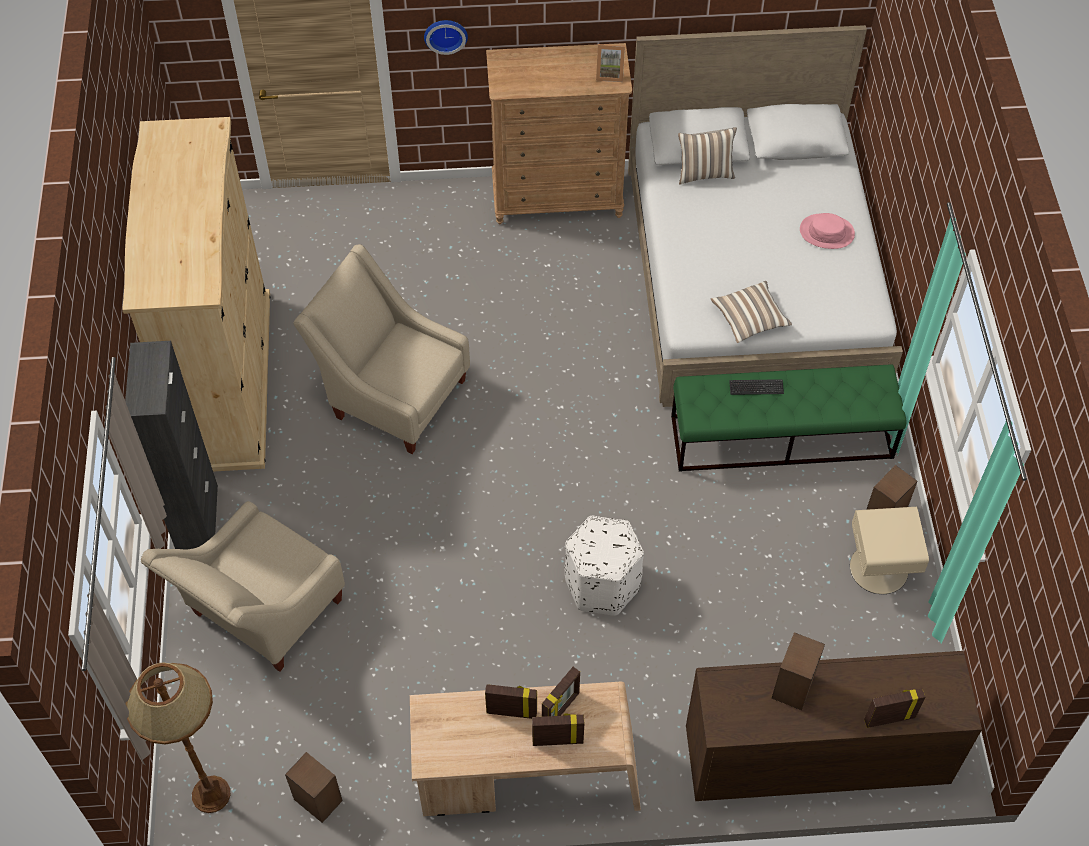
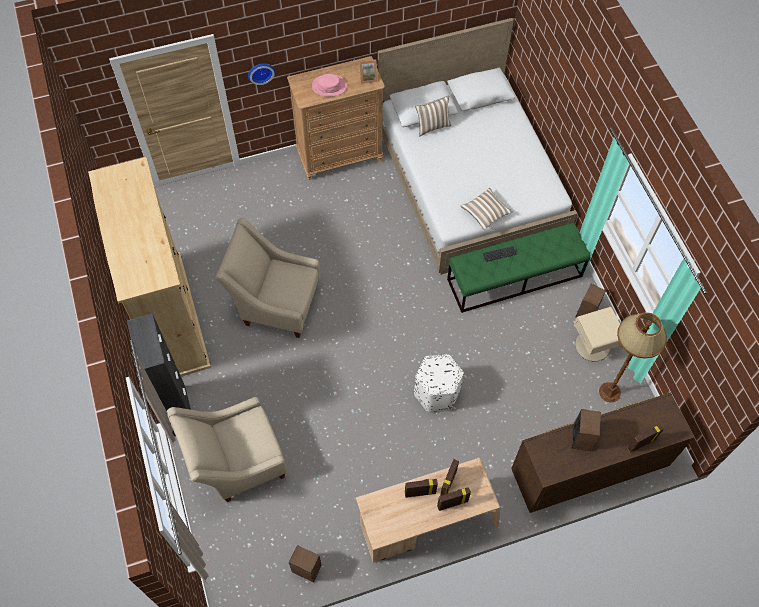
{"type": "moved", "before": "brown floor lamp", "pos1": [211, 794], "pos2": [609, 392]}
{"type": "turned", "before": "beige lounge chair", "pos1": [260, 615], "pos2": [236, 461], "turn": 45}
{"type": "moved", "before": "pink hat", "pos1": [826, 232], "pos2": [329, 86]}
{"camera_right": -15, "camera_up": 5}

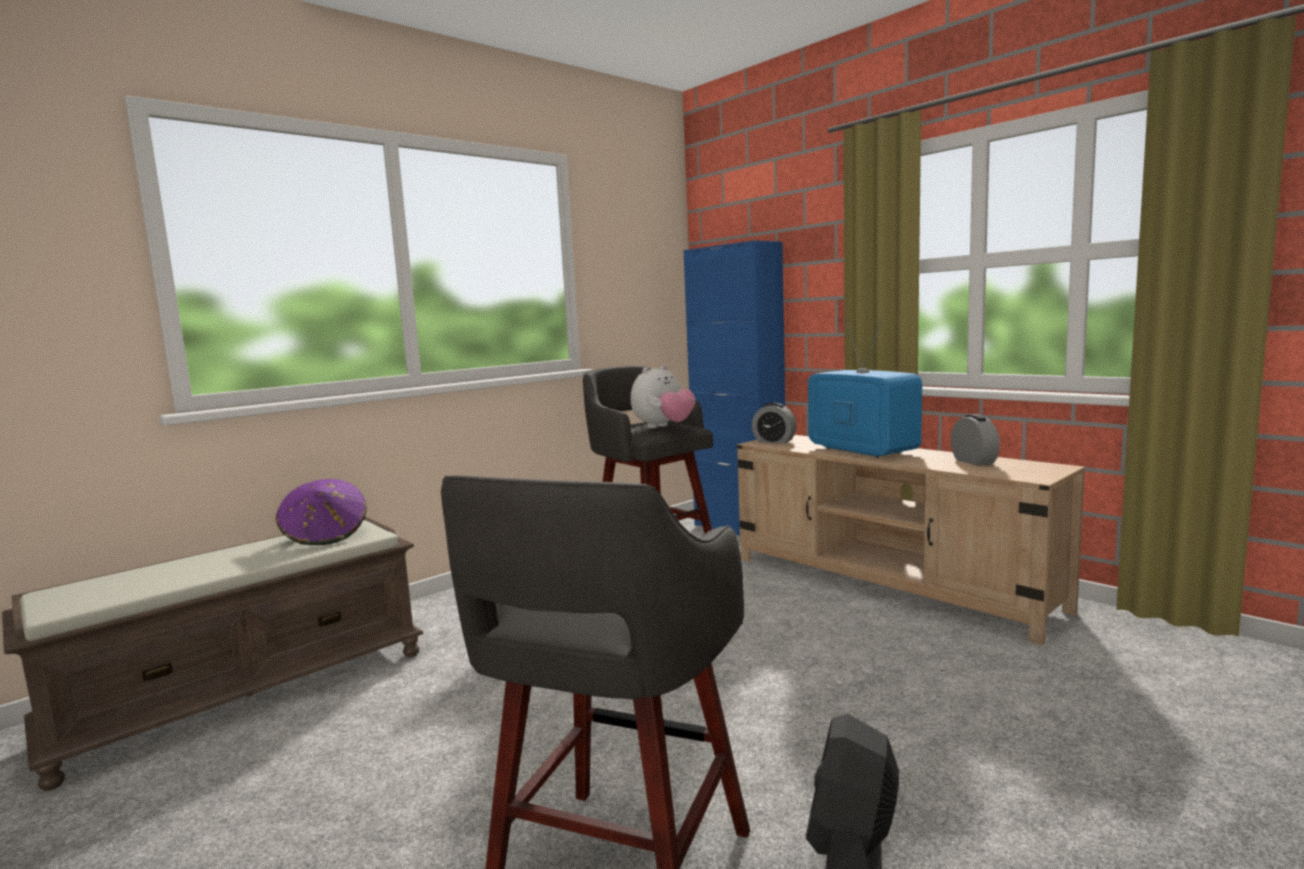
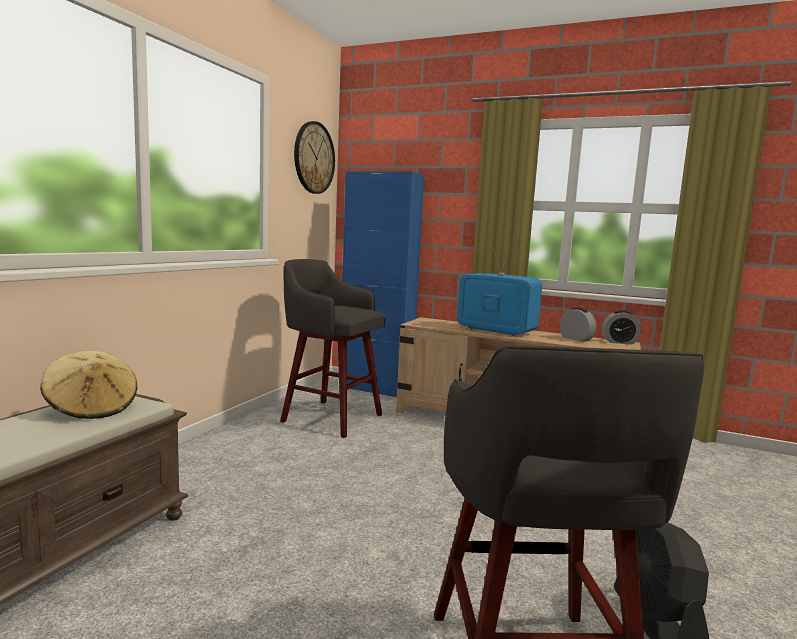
{"type": "recoloured", "before": "purplish hat", "after": "beige hat", "pos1": [326, 536], "pos2": [92, 408]}
{"type": "removed", "before": "soft toy", "pos1": [663, 427]}
{"type": "moved", "before": "alarm clock", "pos1": [774, 441], "pos2": [619, 342]}
{"type": "added", "after": "clock on the wall", "pos2": [314, 158]}
{"camera_right": -25, "camera_up": 0}

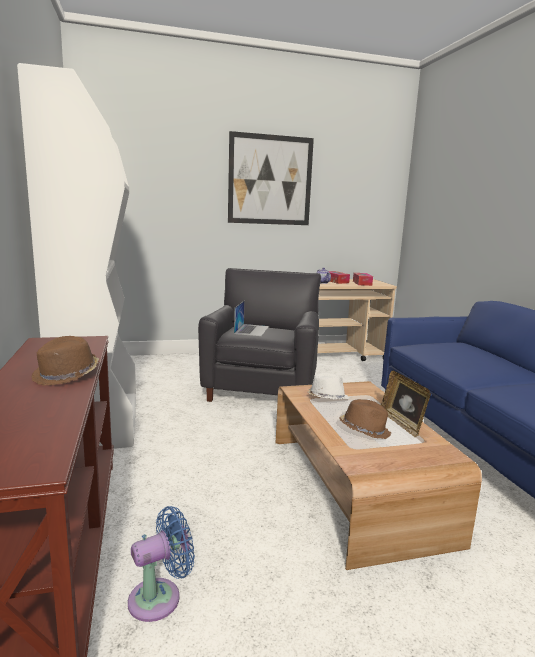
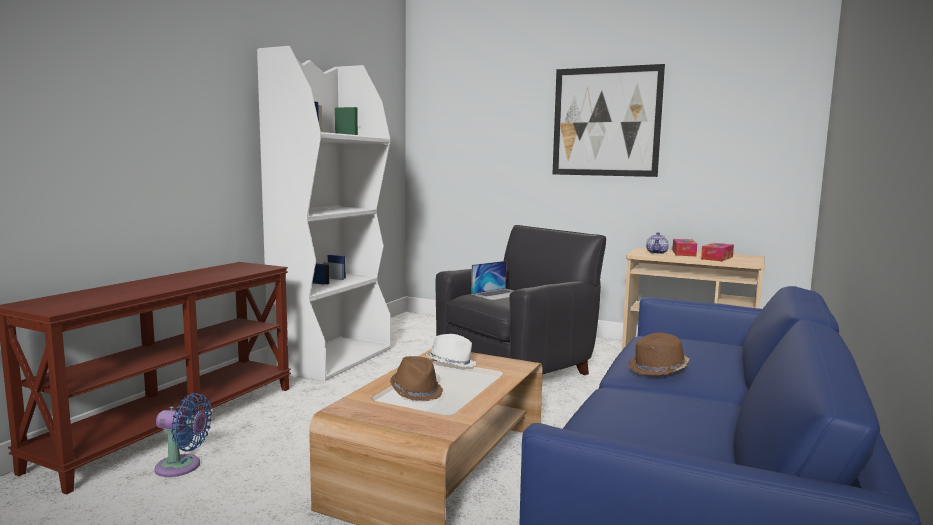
{"type": "moved", "before": "brown hat", "pos1": [67, 375], "pos2": [658, 369]}
{"type": "removed", "before": "picture frame", "pos1": [402, 423]}
{"camera_right": 40, "camera_up": -5}

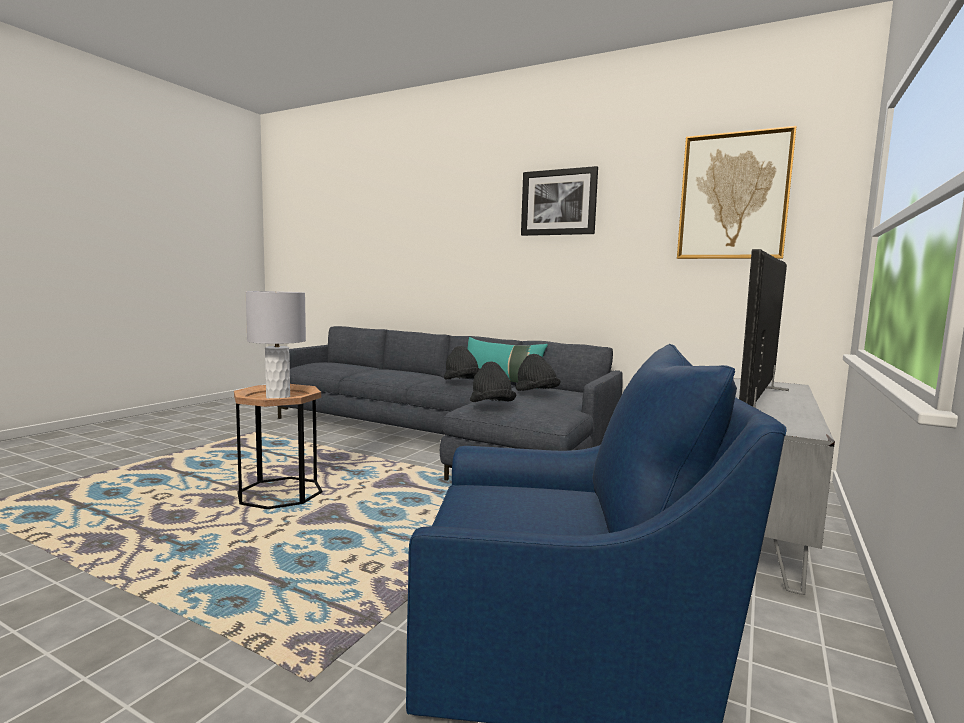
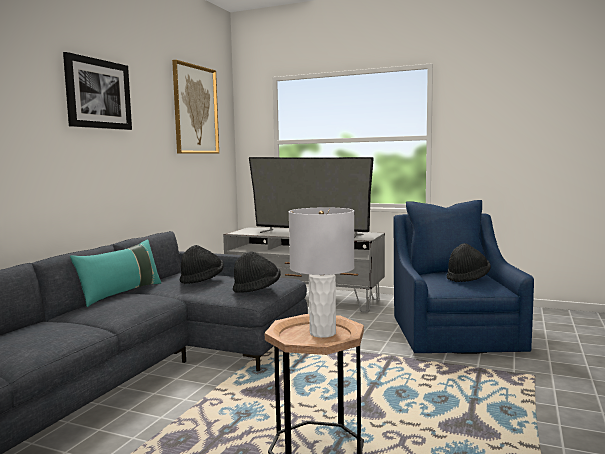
{"type": "moved", "before": "black hat", "pos1": [461, 382], "pos2": [467, 278]}
{"camera_right": -95, "camera_up": 0}

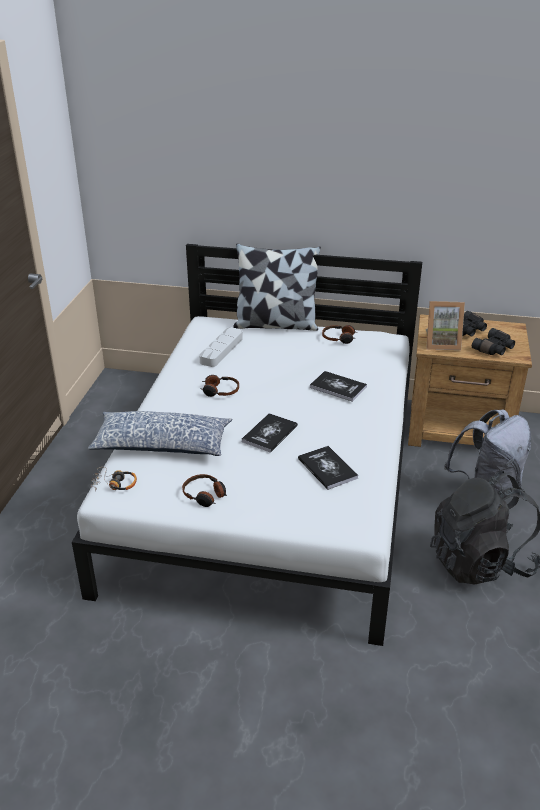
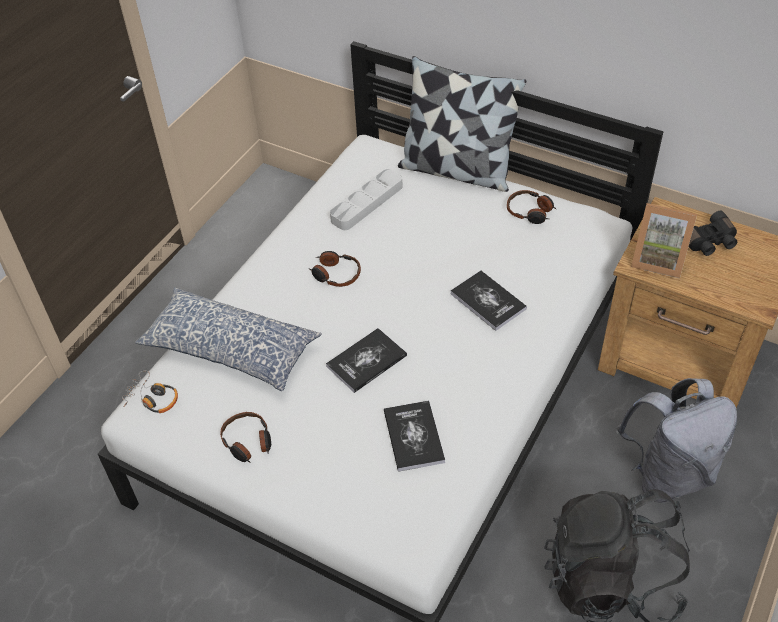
{"type": "removed", "before": "black binoculars", "pos1": [494, 349]}
{"camera_right": 20, "camera_up": 15}

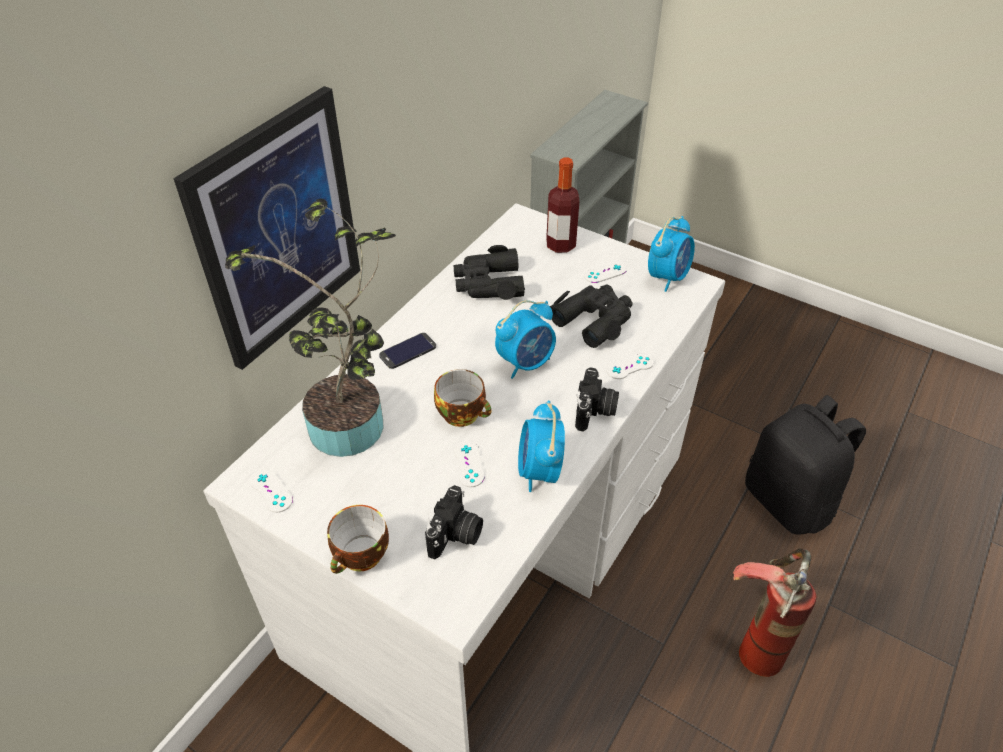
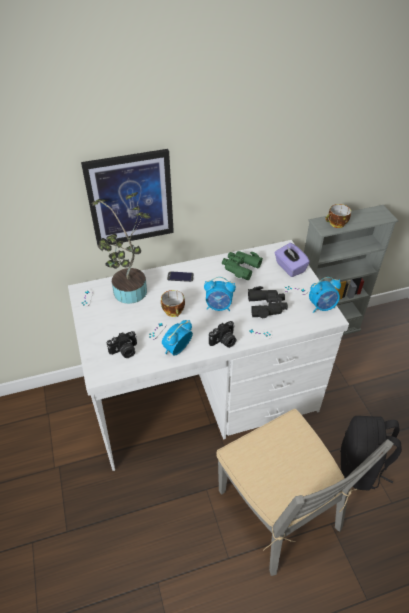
{"type": "moved", "before": "drinking cup", "pos1": [361, 557], "pos2": [336, 224]}
{"type": "recoloured", "before": "black binoculars", "after": "greenish binoculars", "pos1": [488, 283], "pos2": [240, 267]}
{"type": "replaced", "before": "bottle", "after": "purplish box of tissues", "pos1": [560, 245], "pos2": [289, 267]}
{"type": "replaced", "before": "fire extinguisher", "after": "greyish chair", "pos1": [757, 638], "pos2": [280, 510]}
{"camera_right": 40, "camera_up": 0}

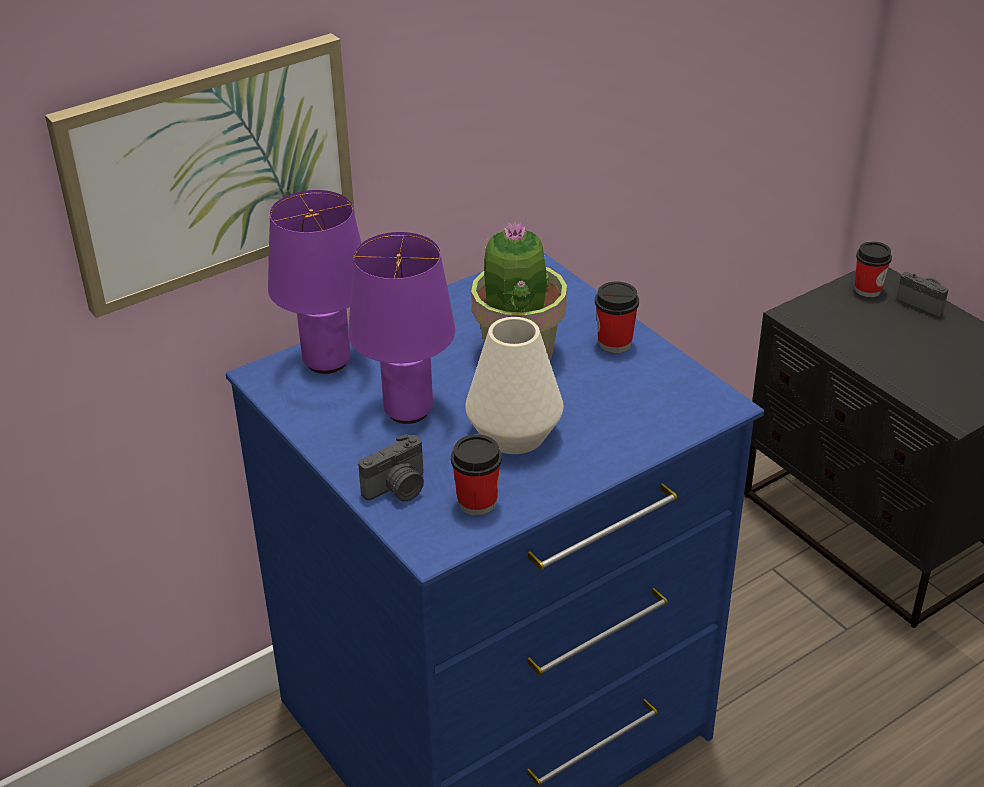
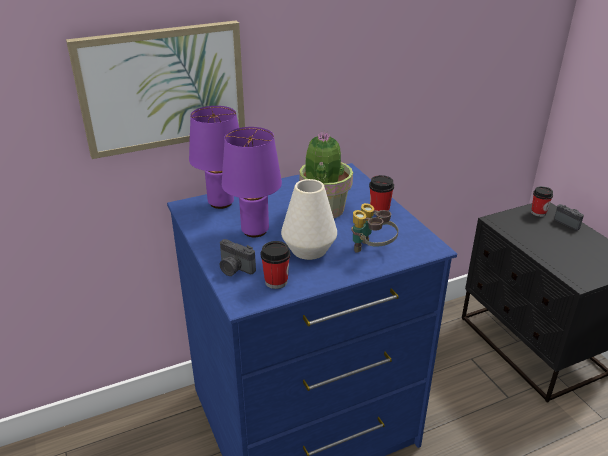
{"type": "turned", "before": "photo camera", "pos1": [398, 489], "pos2": [234, 269], "turn": 60}
{"type": "added", "after": "binoculars", "pos2": [371, 250]}
{"camera_right": 10, "camera_up": -5}

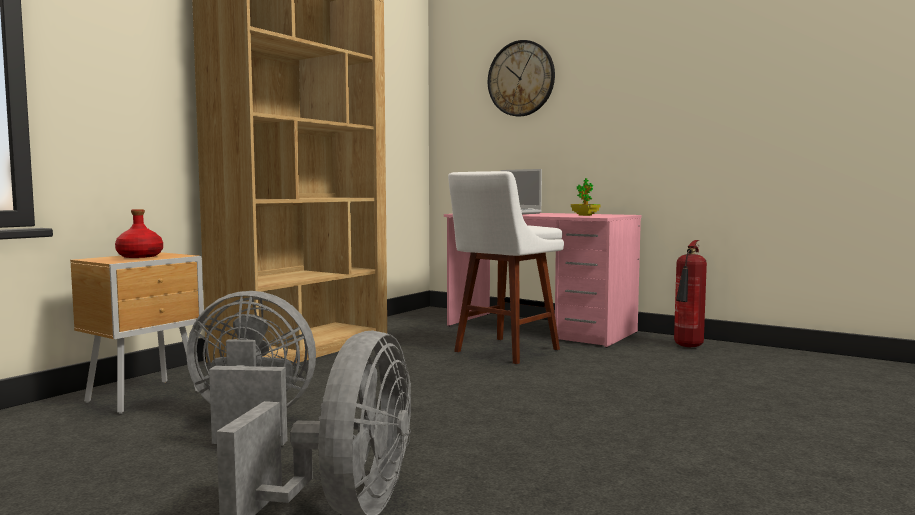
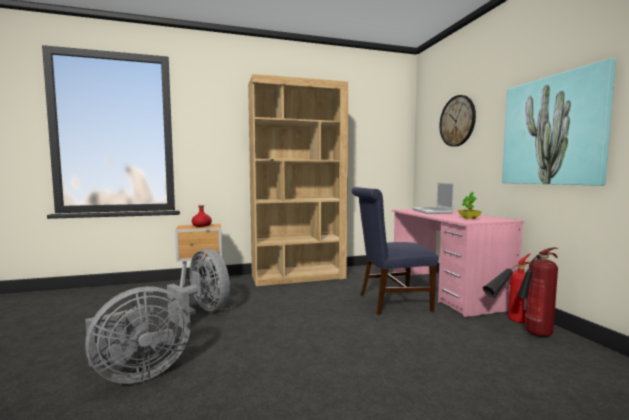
{"type": "replaced", "before": "white stool", "after": "bluish chair", "pos1": [503, 351], "pos2": [389, 302]}
{"type": "added", "after": "fire extinguisher", "pos2": [507, 322]}
{"type": "added", "after": "wall art", "pos2": [552, 131]}
{"camera_right": 40, "camera_up": 0}

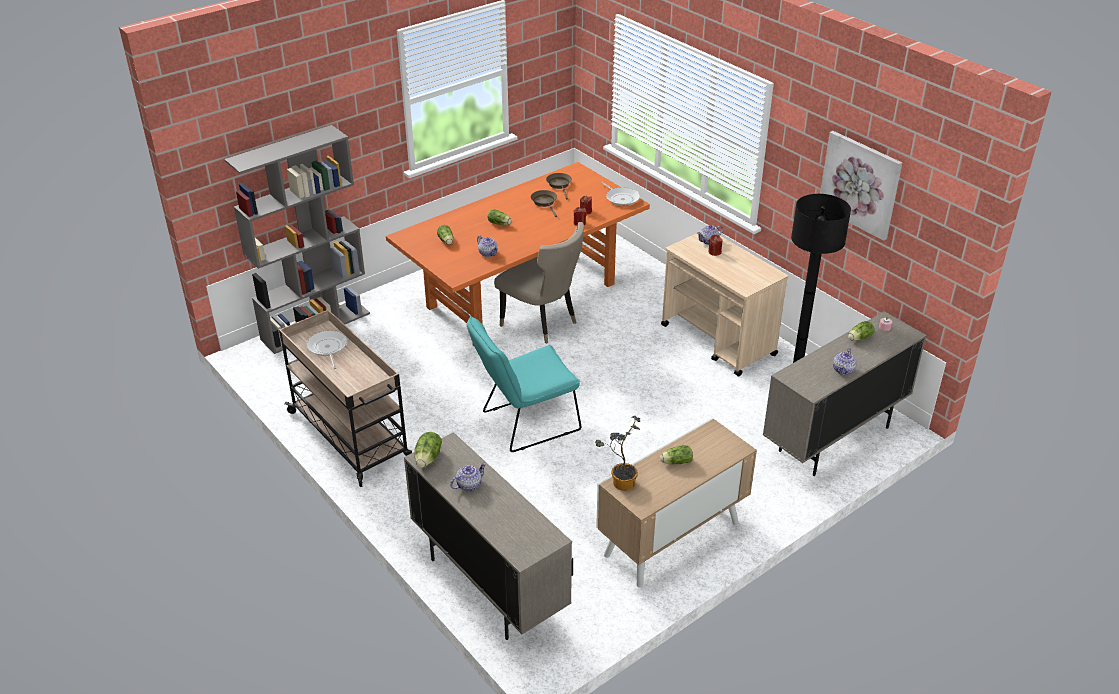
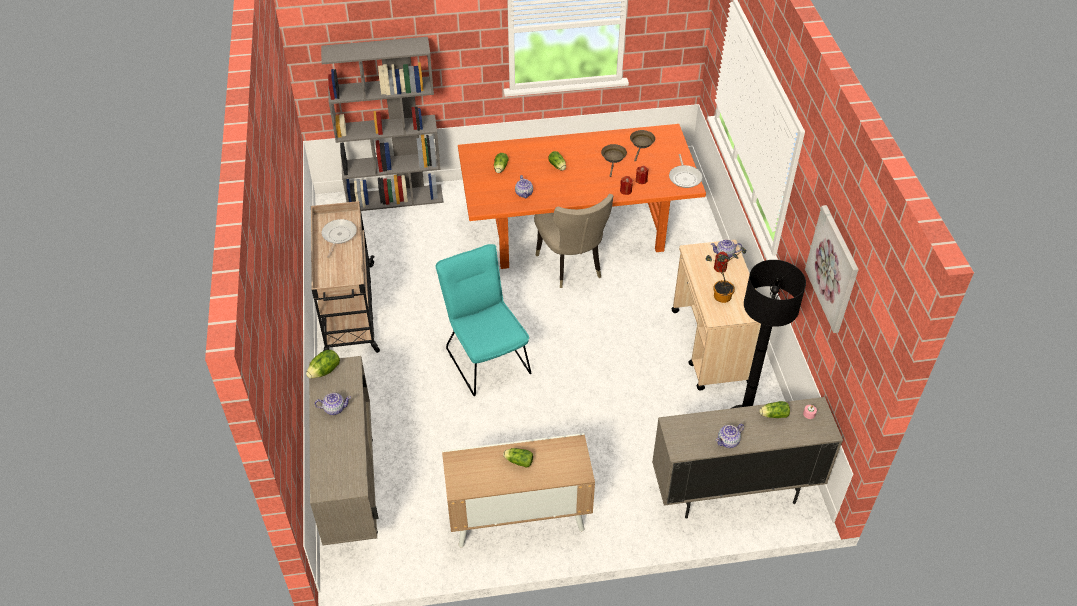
{"type": "turned", "before": "turquoise chair", "pos1": [524, 423], "pos2": [485, 356], "turn": 60}
{"type": "moved", "before": "potted plant", "pos1": [620, 482], "pos2": [720, 295]}
{"camera_right": 30, "camera_up": 10}

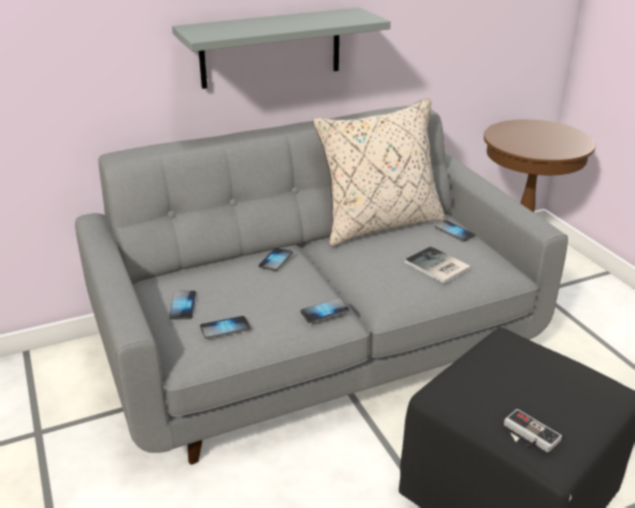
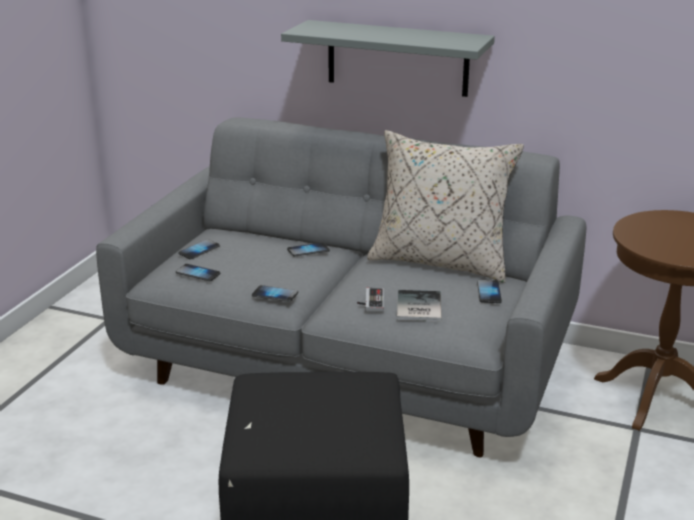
{"type": "moved", "before": "game controller", "pos1": [528, 436], "pos2": [370, 302]}
{"camera_right": 45, "camera_up": -5}

